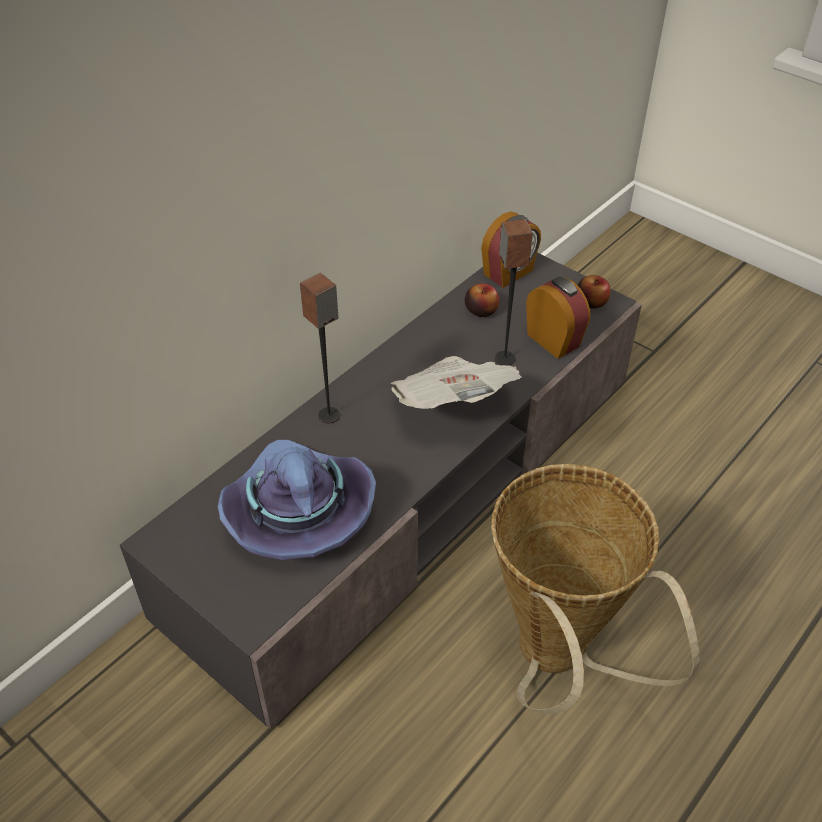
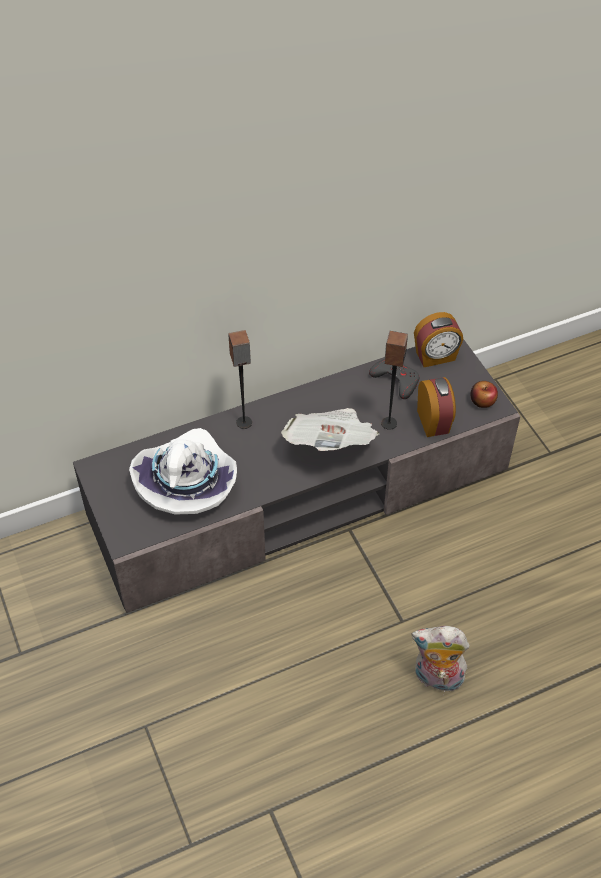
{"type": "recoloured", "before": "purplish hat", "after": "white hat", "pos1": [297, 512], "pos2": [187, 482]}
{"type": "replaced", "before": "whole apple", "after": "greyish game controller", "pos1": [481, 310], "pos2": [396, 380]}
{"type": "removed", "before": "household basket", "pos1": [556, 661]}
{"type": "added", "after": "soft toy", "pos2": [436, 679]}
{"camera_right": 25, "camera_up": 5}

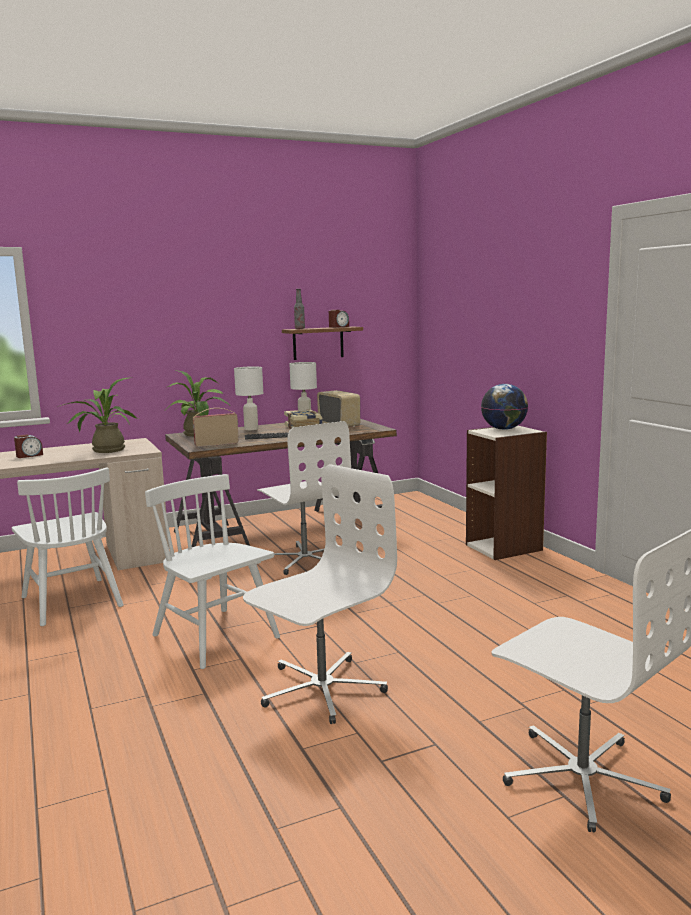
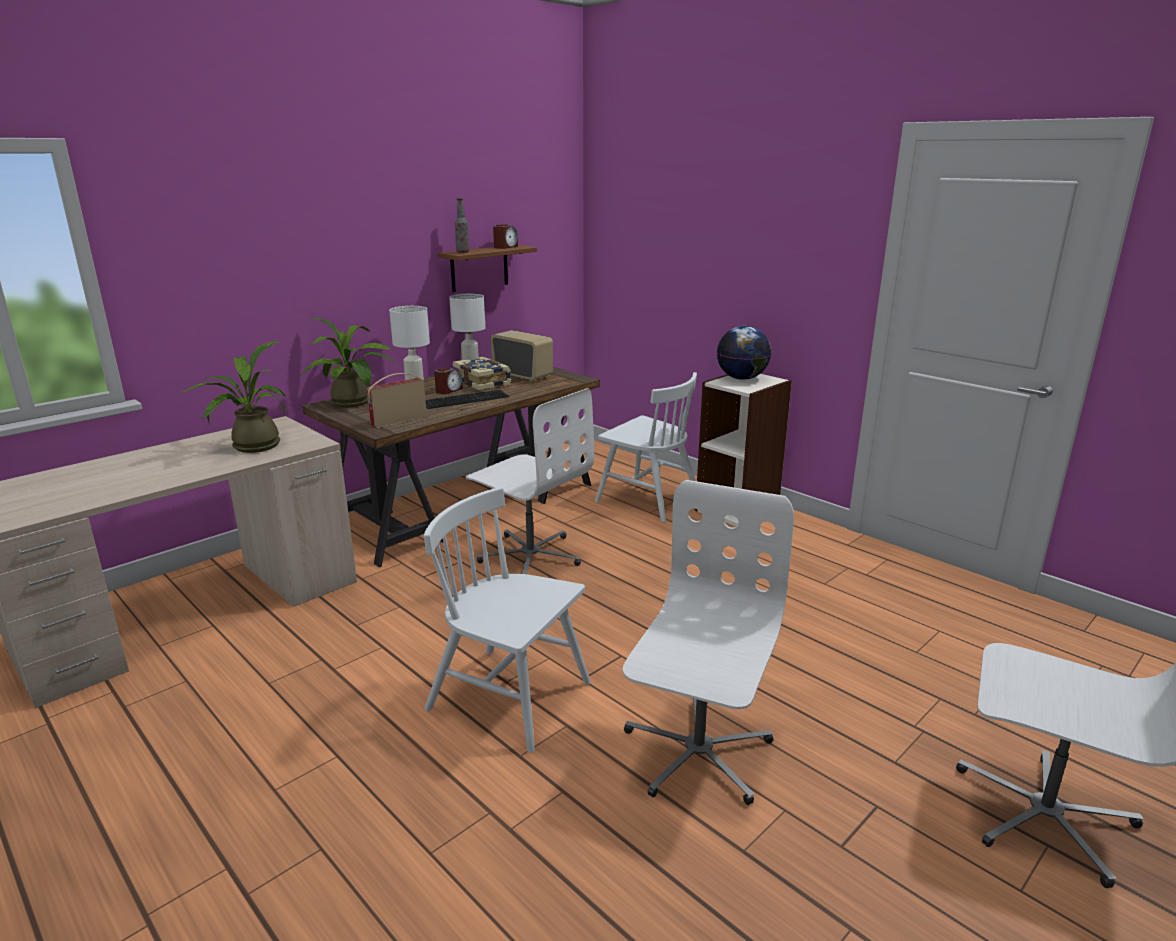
{"type": "moved", "before": "white chair", "pos1": [72, 601], "pos2": [647, 499]}
{"type": "moved", "before": "alarm clock", "pos1": [29, 455], "pos2": [448, 390]}
{"camera_right": -20, "camera_up": 10}

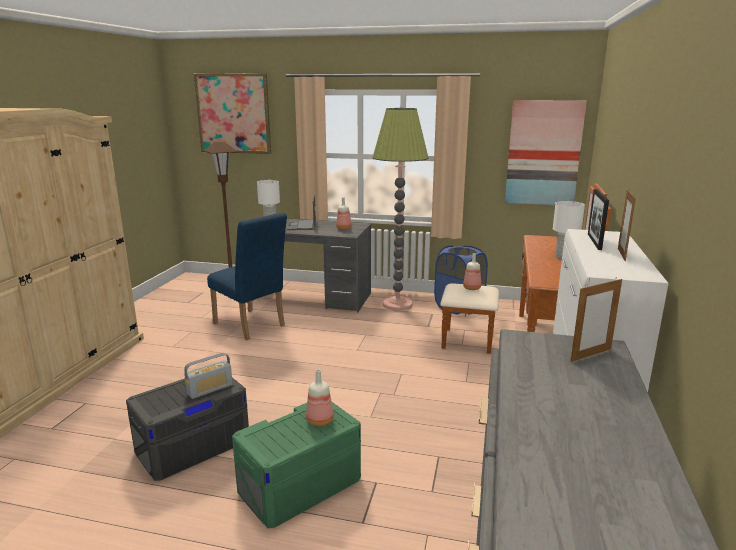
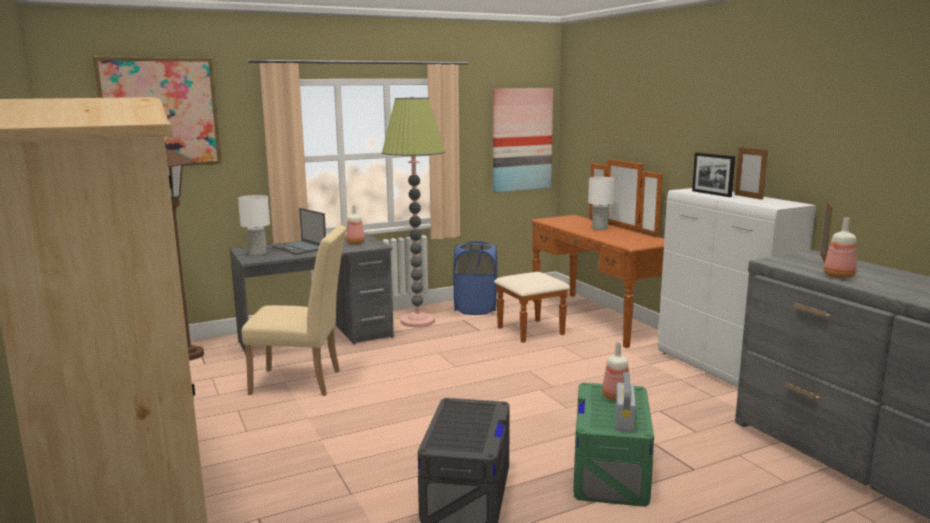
{"type": "moved", "before": "radio set", "pos1": [210, 389], "pos2": [624, 419]}
{"type": "recoloured", "before": "bluish chair", "after": "beige chair", "pos1": [251, 326], "pos2": [303, 382]}
{"type": "moved", "before": "bottle", "pos1": [471, 288], "pos2": [837, 276]}
{"camera_right": -40, "camera_up": -5}

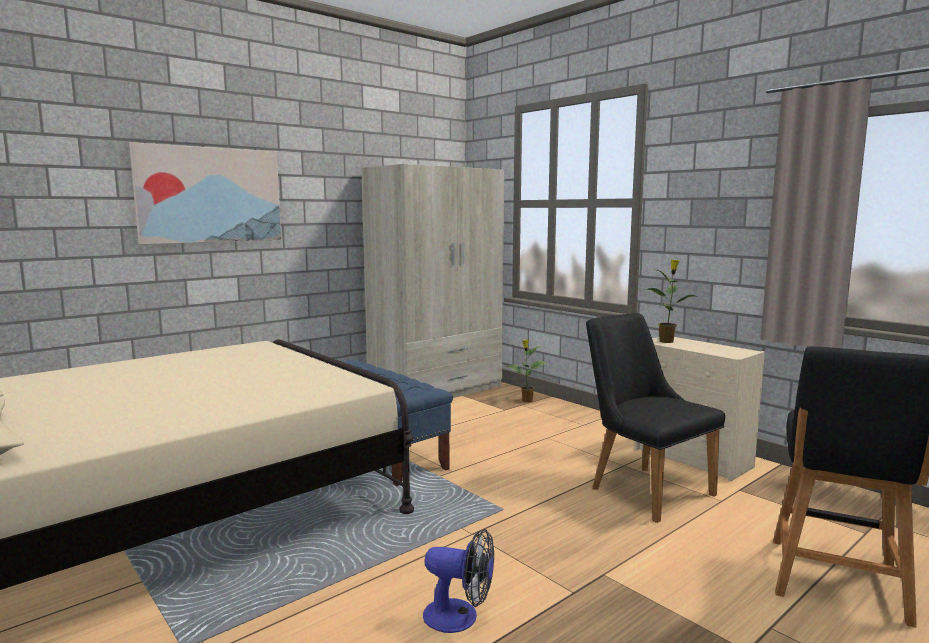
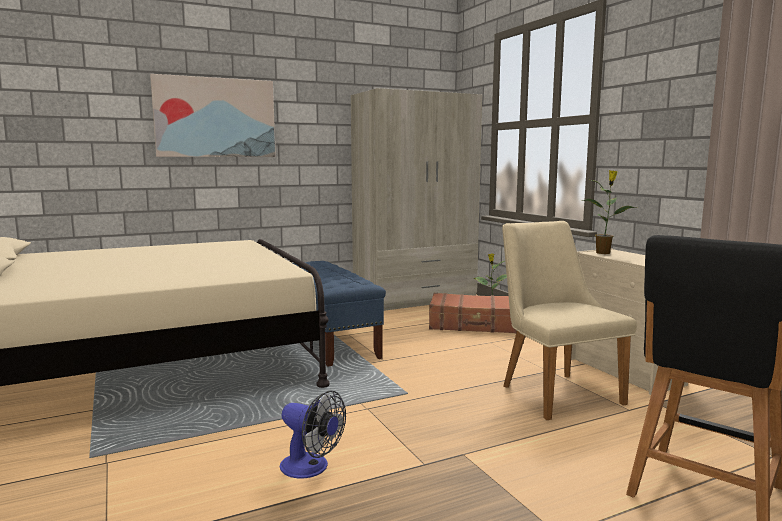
{"type": "recoloured", "before": "black chair", "after": "beige chair", "pos1": [642, 488], "pos2": [553, 390]}
{"type": "added", "after": "brown suitcase", "pos2": [478, 325]}
{"camera_right": 15, "camera_up": 0}

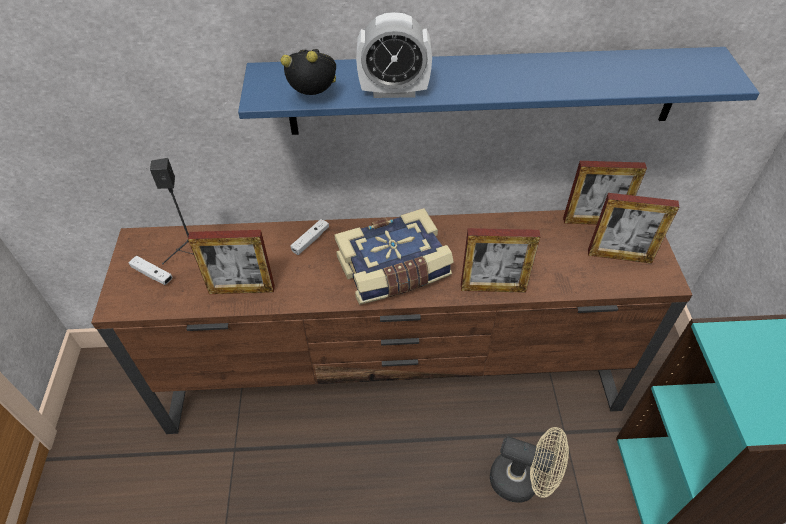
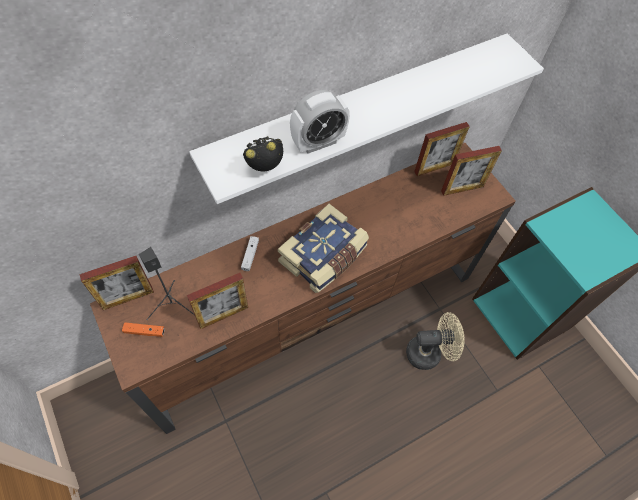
{"type": "recoloured", "before": "white game controller", "after": "orange game controller", "pos1": [152, 274], "pos2": [144, 331]}
{"type": "recoloured", "before": "bluish bracket shelf", "after": "white bracket shelf", "pos1": [484, 92], "pos2": [359, 110]}
{"type": "moved", "before": "picture frame", "pos1": [493, 288], "pos2": [128, 298]}
{"camera_right": -30, "camera_up": 10}

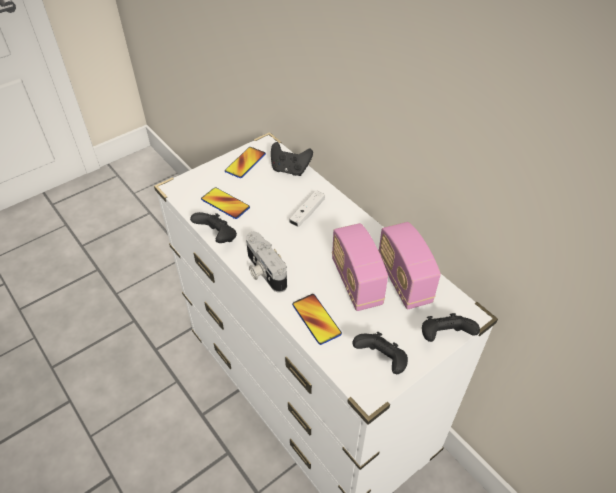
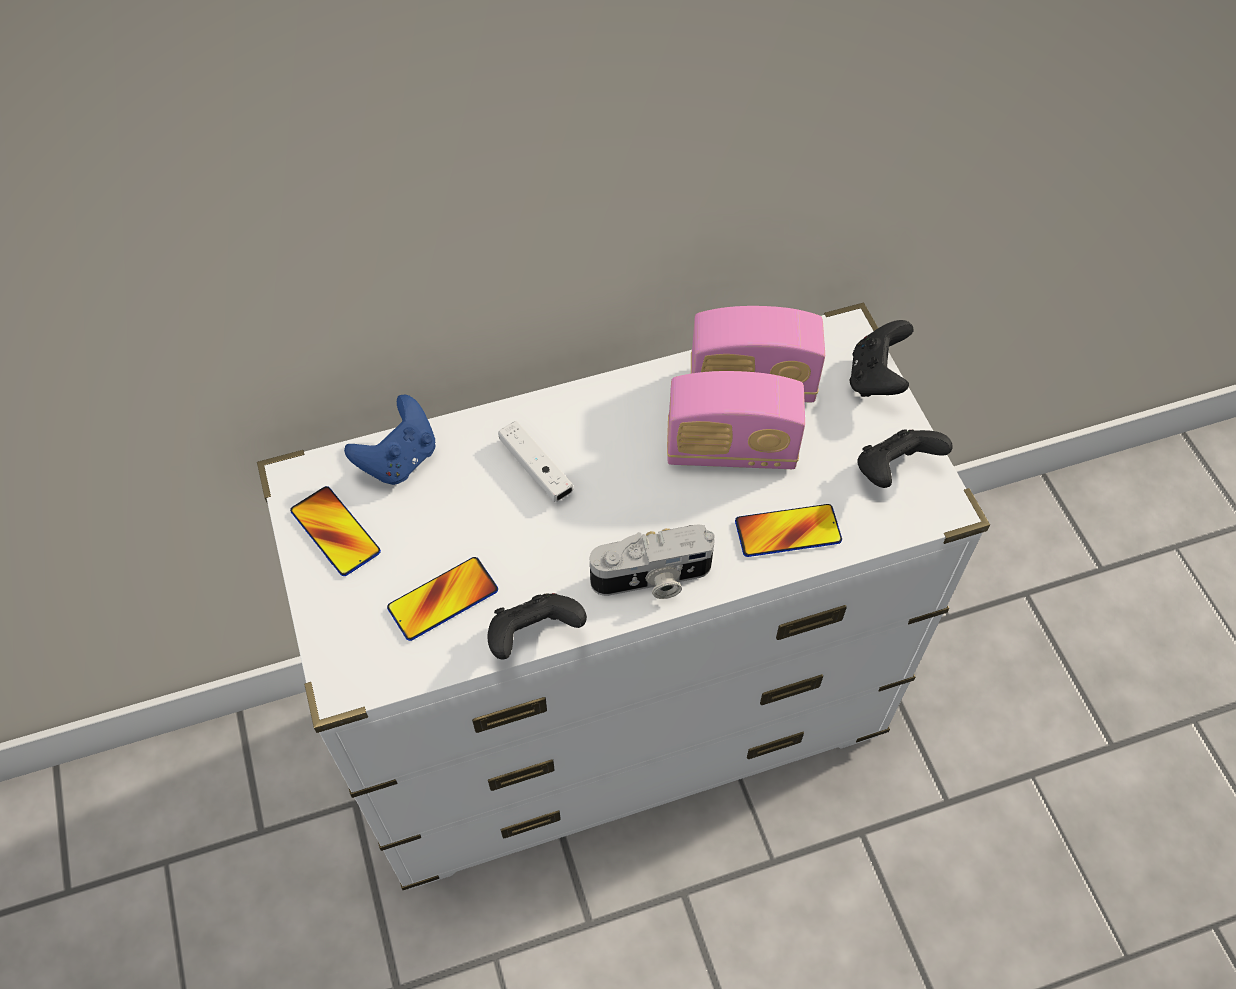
{"type": "recoloured", "before": "black game controller", "after": "bluish game controller", "pos1": [290, 170], "pos2": [399, 459]}
{"camera_right": -70, "camera_up": 10}

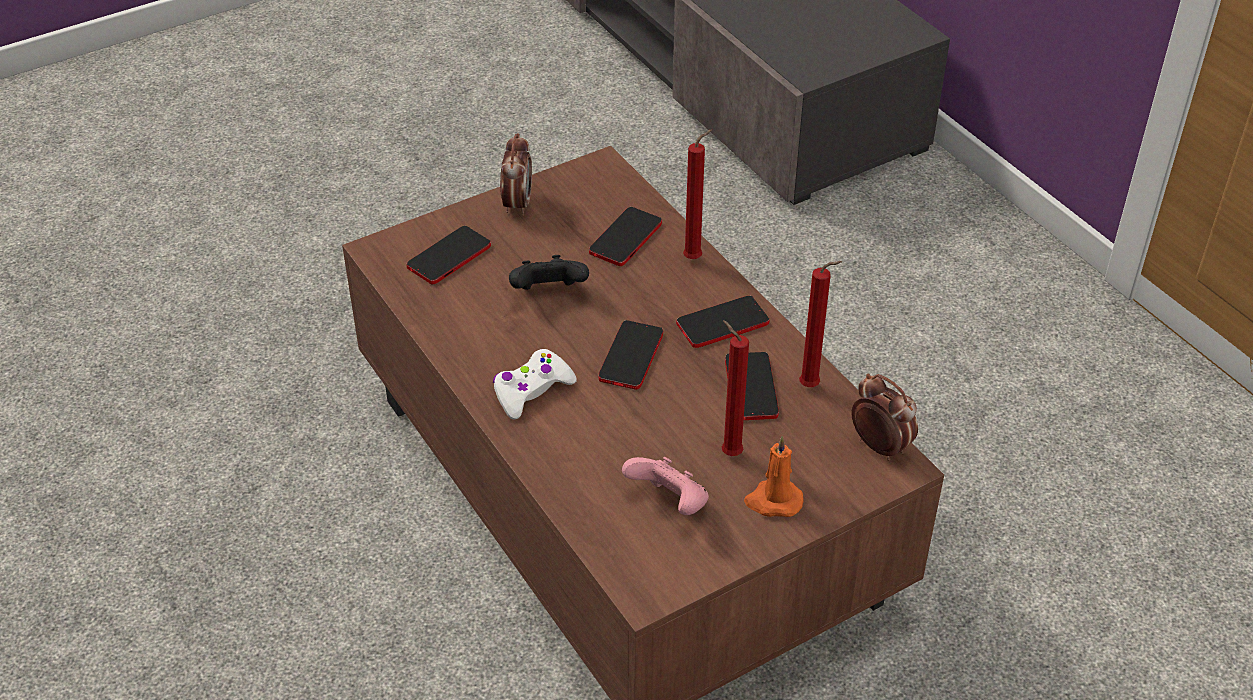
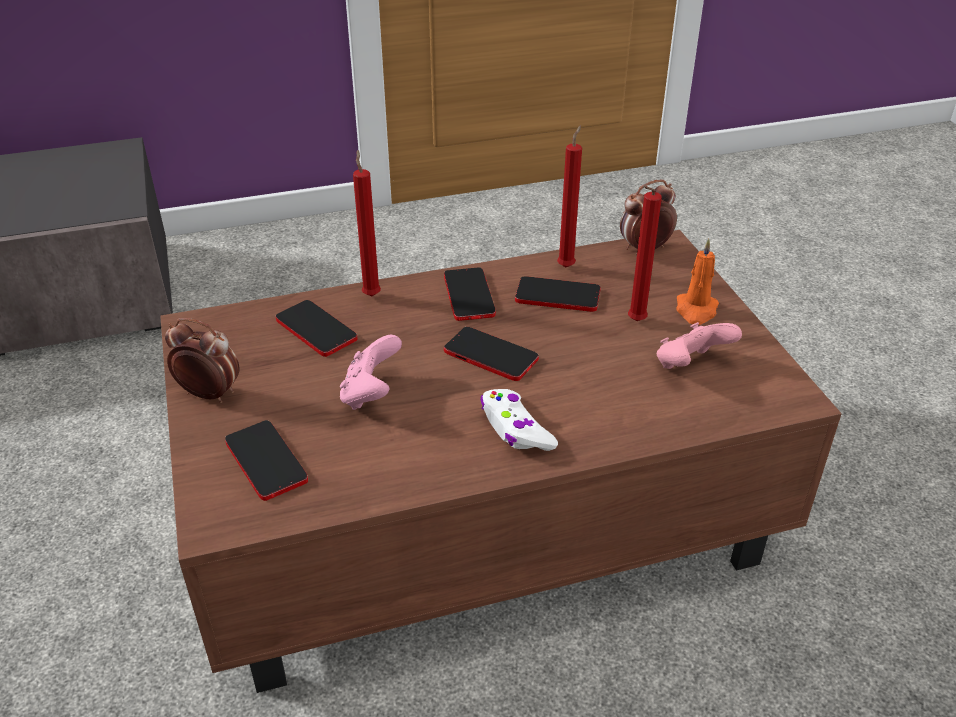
{"type": "recoloured", "before": "black game controller", "after": "pink game controller", "pos1": [548, 293], "pos2": [371, 394]}
{"camera_right": -75, "camera_up": -5}

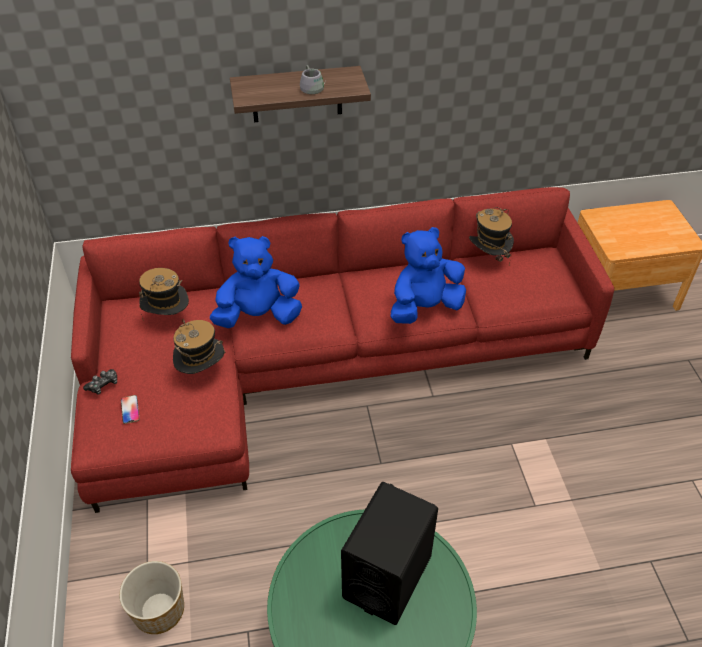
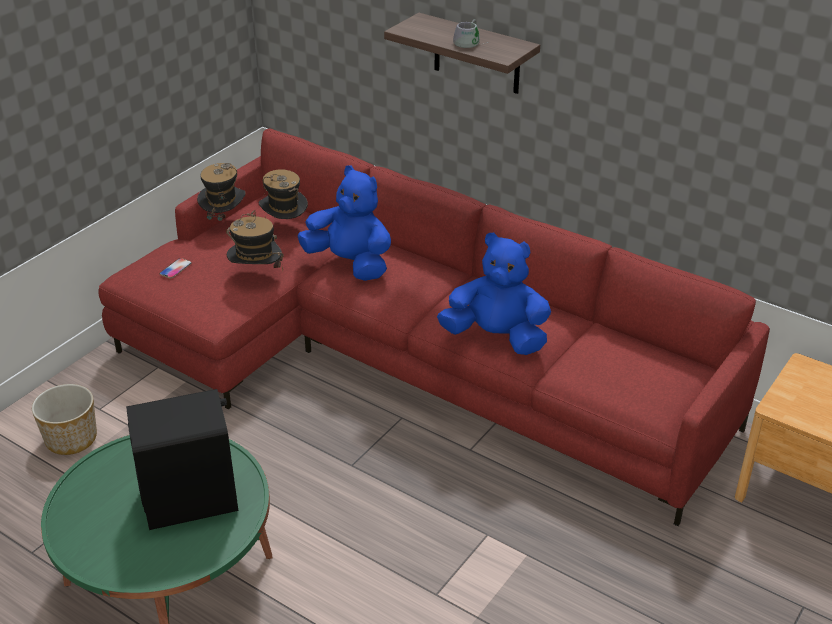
{"type": "removed", "before": "game controller", "pos1": [103, 385]}
{"type": "moved", "before": "hat", "pos1": [488, 258], "pos2": [224, 221]}
{"camera_right": 45, "camera_up": -10}

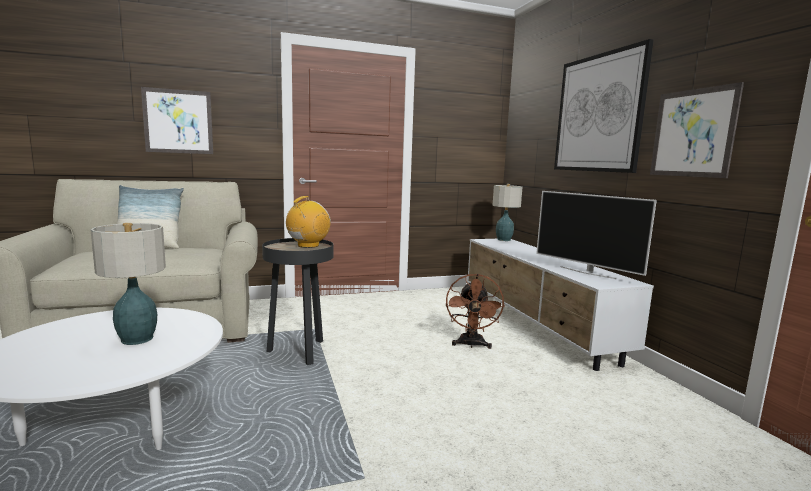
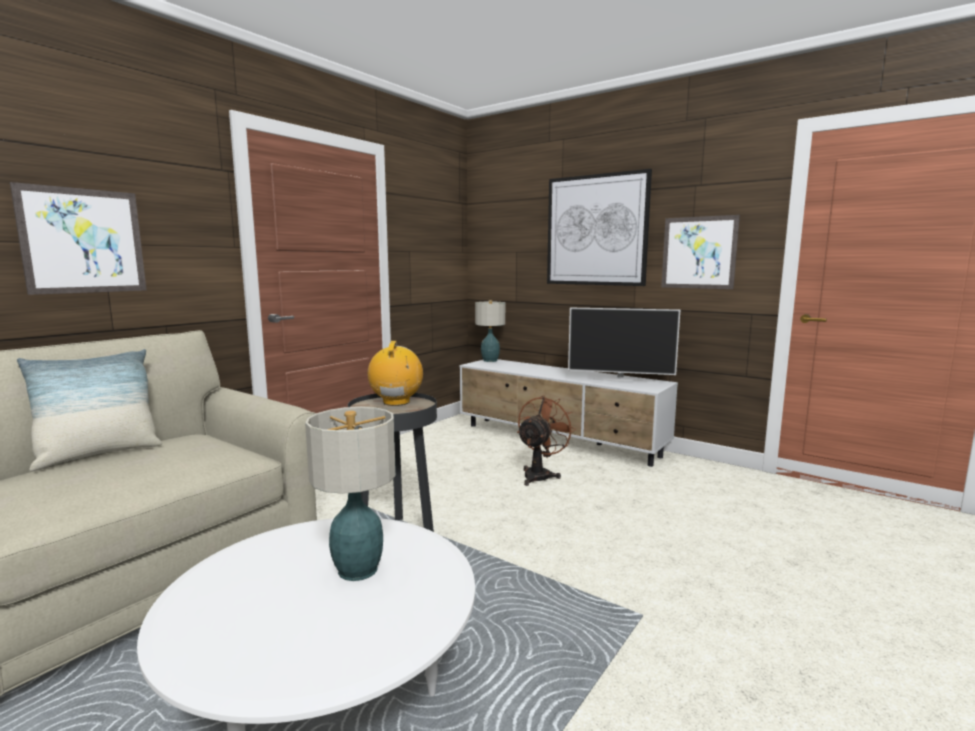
{"type": "turned", "before": "brown cooling fan", "pos1": [471, 345], "pos2": [540, 475], "turn": -120}
{"camera_right": -35, "camera_up": 0}

